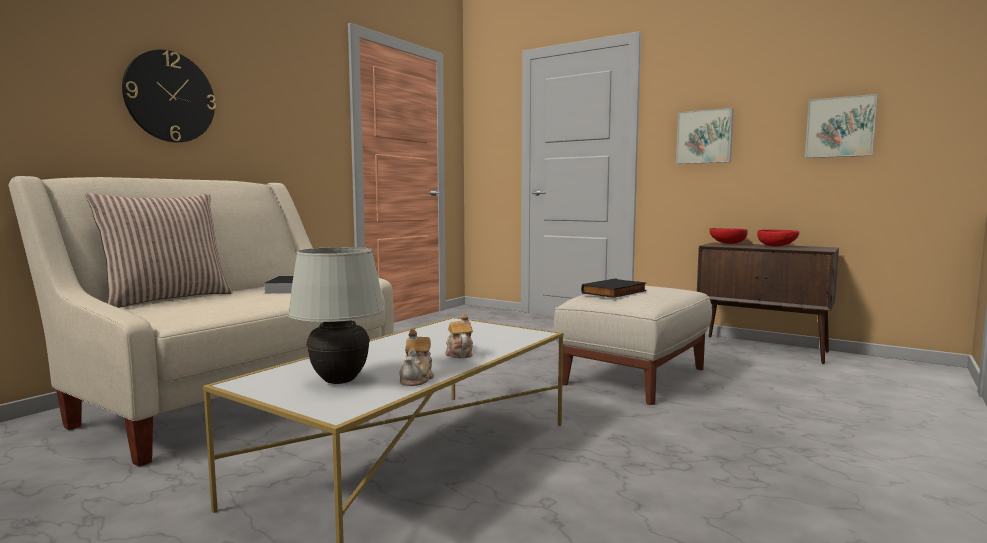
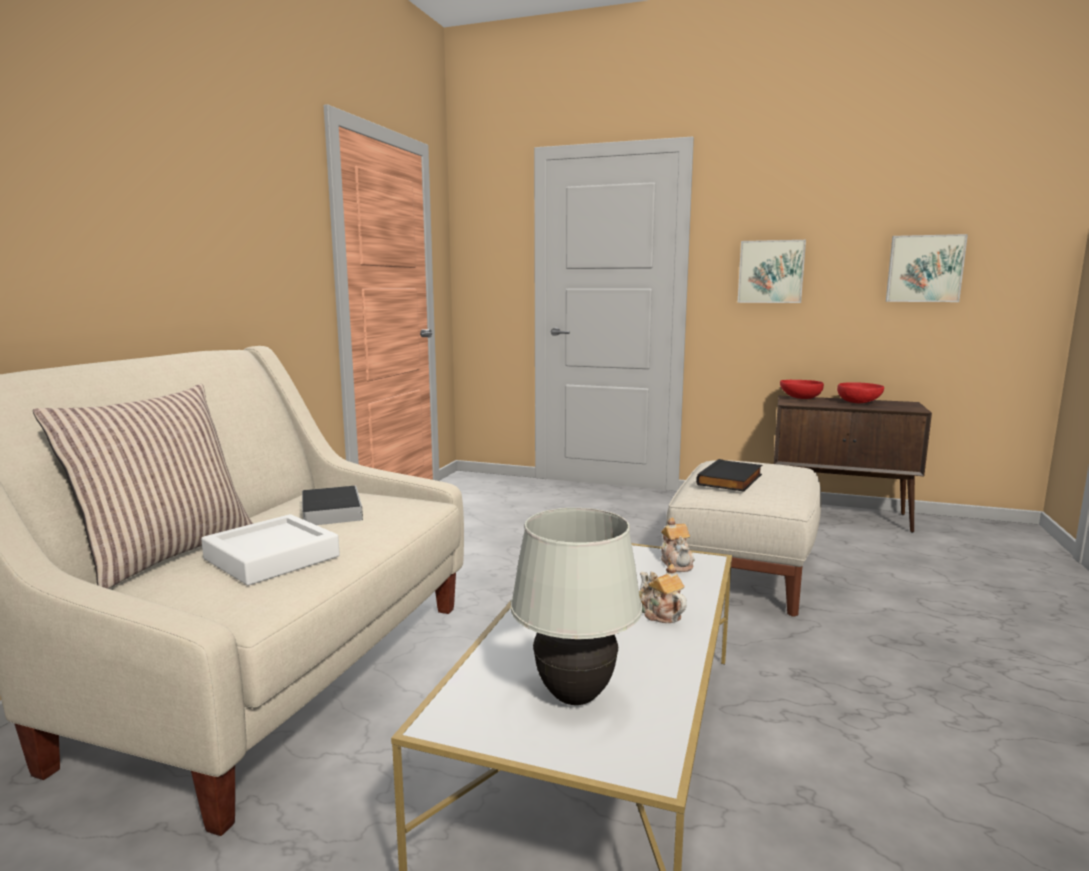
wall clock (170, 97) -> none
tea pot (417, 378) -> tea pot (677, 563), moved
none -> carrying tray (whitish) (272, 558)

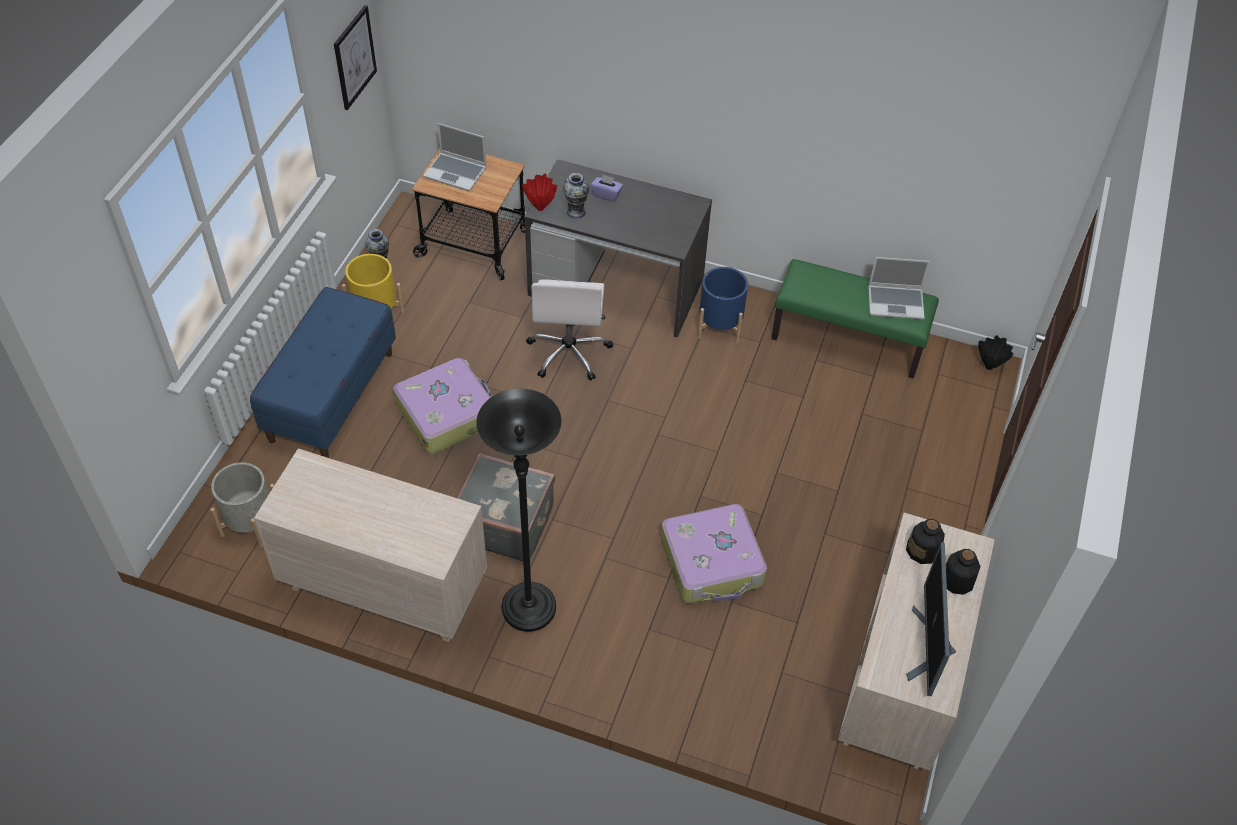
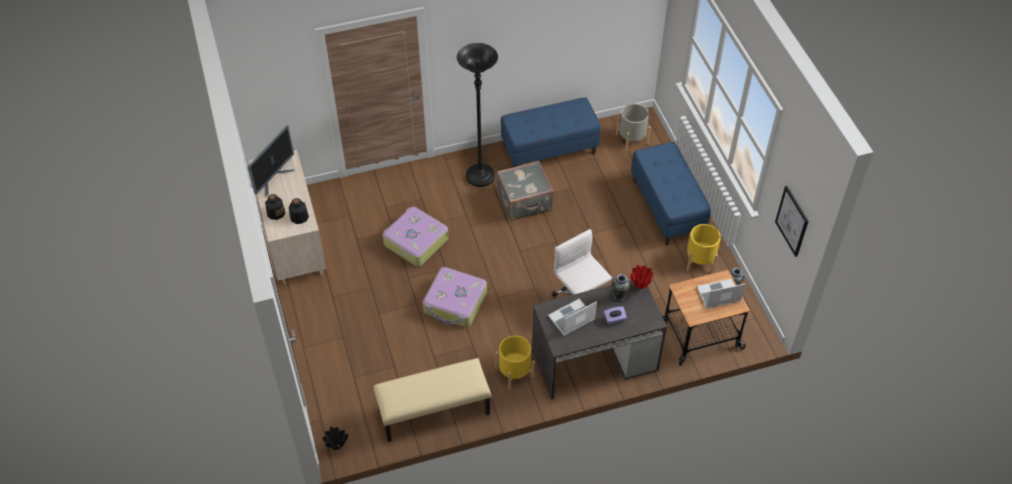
laptop (896, 302) -> laptop (571, 319), moved
long seat (green-coloured) (848, 339) -> long seat (beige) (433, 412)
plant pot (bluish) (719, 325) -> plant pot (yellowish) (514, 372)
piece of luggage (447, 413) -> piece of luggage (455, 303), moved
drawer chest (beige) (383, 586) -> long seat (bluish) (549, 149)
monitor (928, 648) -> monitor (274, 179), 60 degrees clockwise

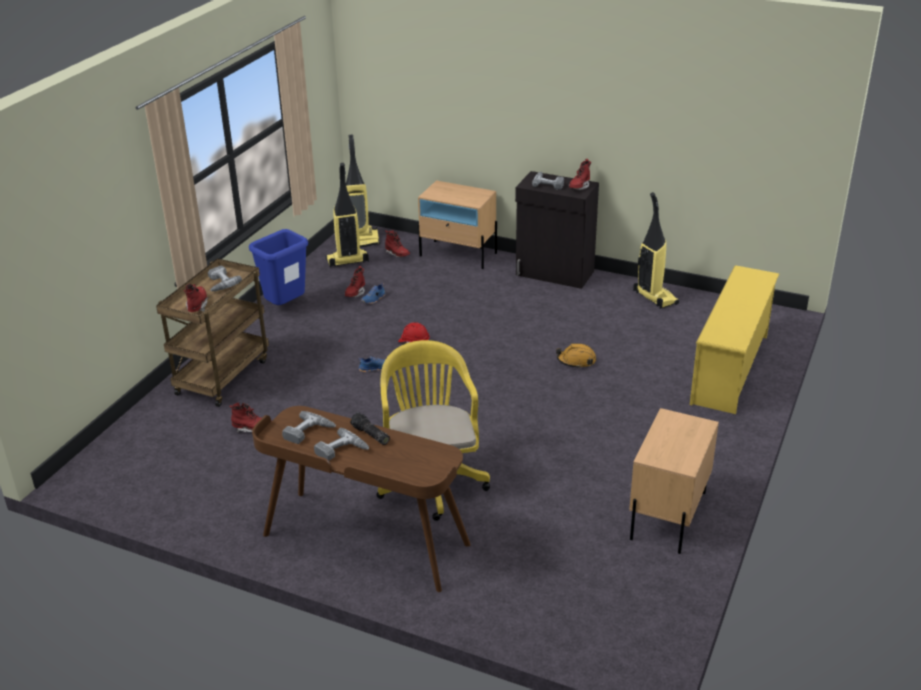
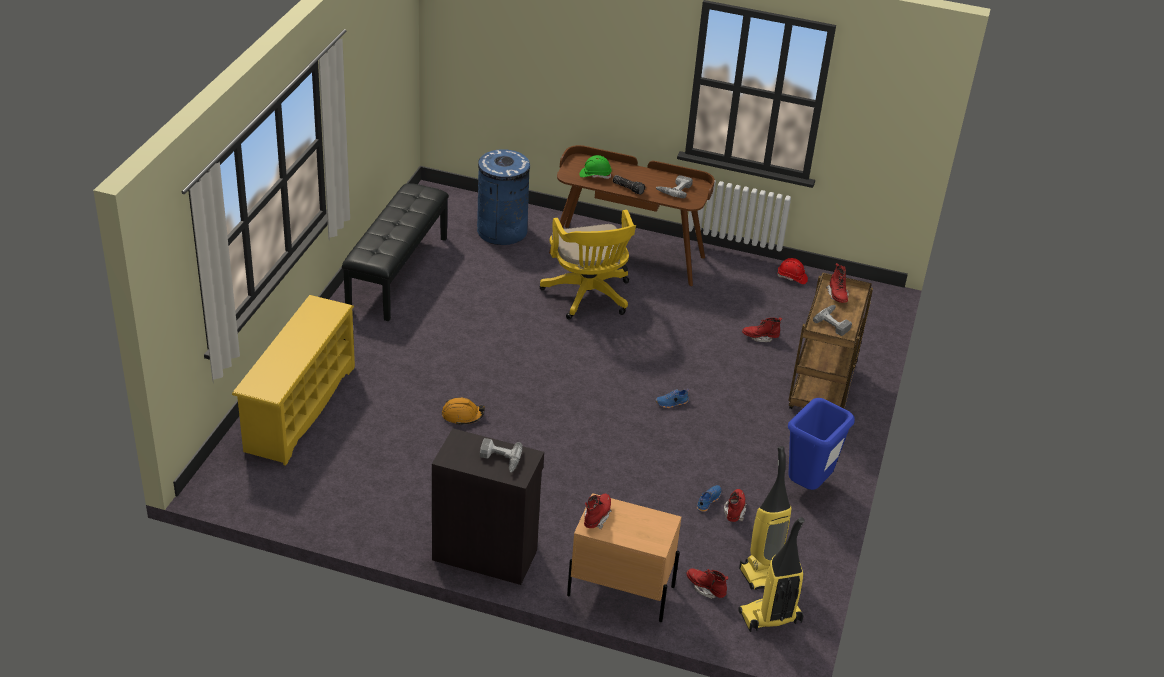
tall boot (reddish) (579, 186) -> tall boot (reddish) (597, 517), moved
vacuum (654, 298) -> none
work helmet (reddish) (414, 342) -> work helmet (reddish) (792, 278), moved
night table (beige) (668, 515) -> long seat (blackish) (397, 273)
drill (342, 451) -> none
none -> rubbish bin (bluish) (502, 231)
none -> work helmet (green-coloured) (595, 175)

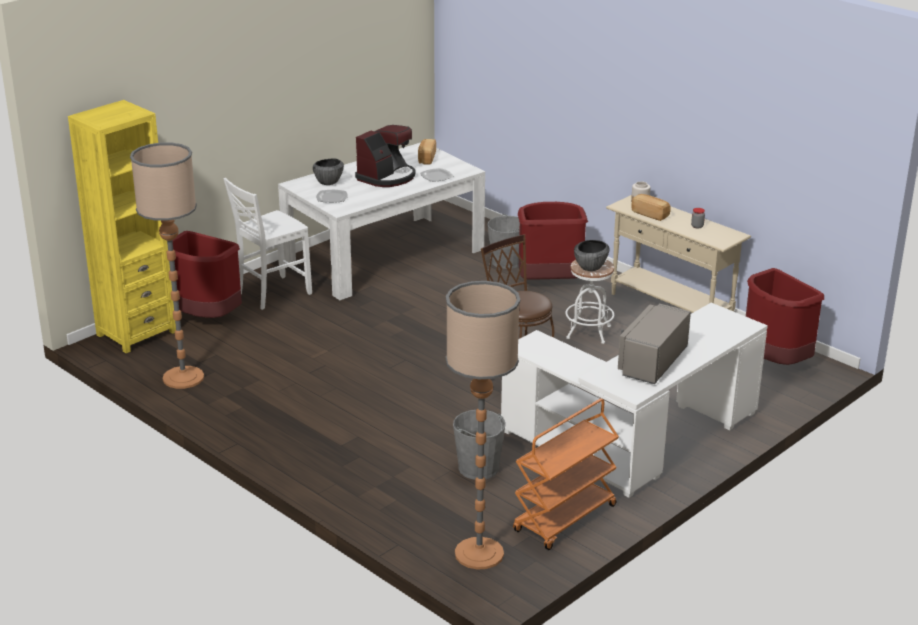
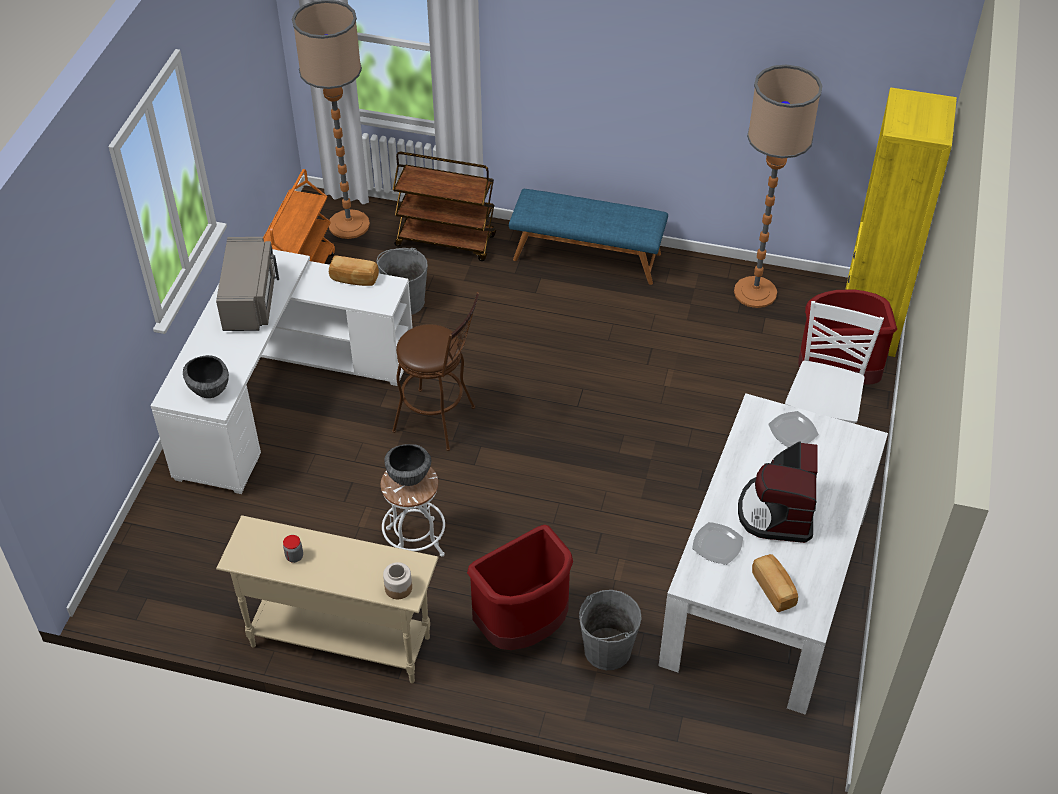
bowl (328, 182) -> bowl (210, 390), moved
bread (650, 214) -> bread (354, 279), moved
rubbish bin (reddish) (774, 361) -> none
none -> cart (brownish) (446, 241)
none -> long seat (bluish) (587, 256)

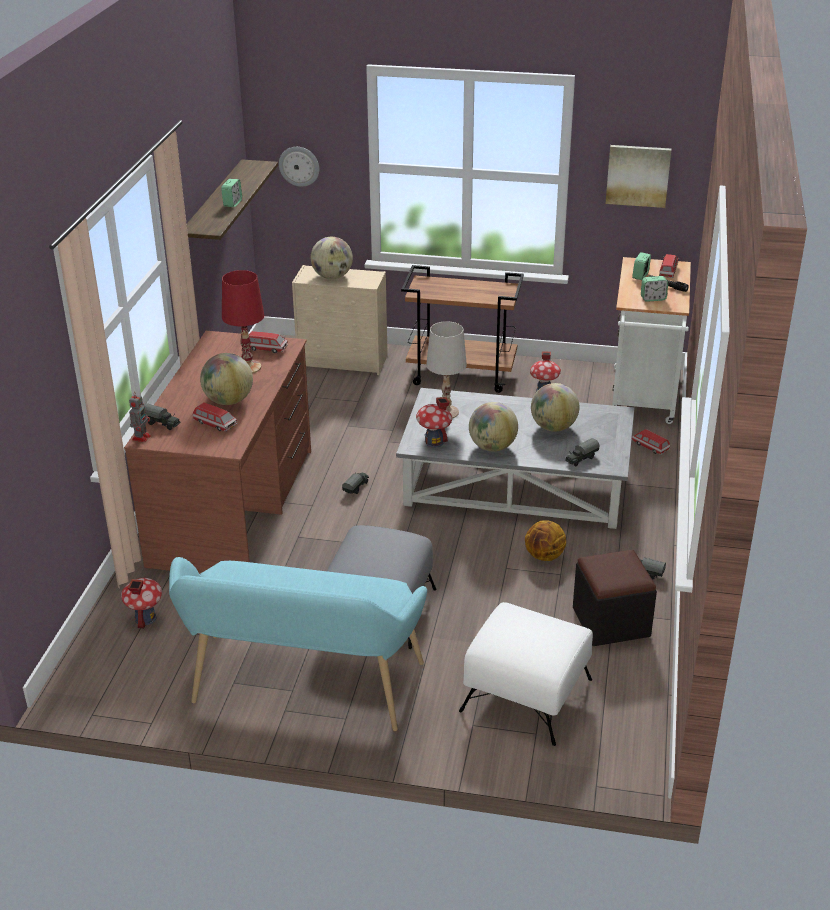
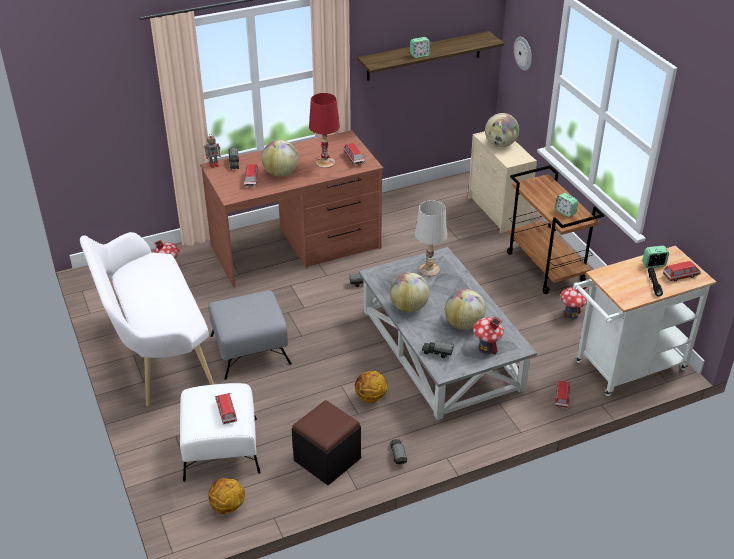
wall art (638, 175) -> none
bedside clock (653, 298) -> bedside clock (565, 212), moved
miniature house (434, 442) -> miniature house (486, 348), moved
long seat (turquoise-coloured) (302, 689) -> long seat (whitish) (155, 353)
none -> toy car (226, 412)
none -> basketball ball (227, 507)

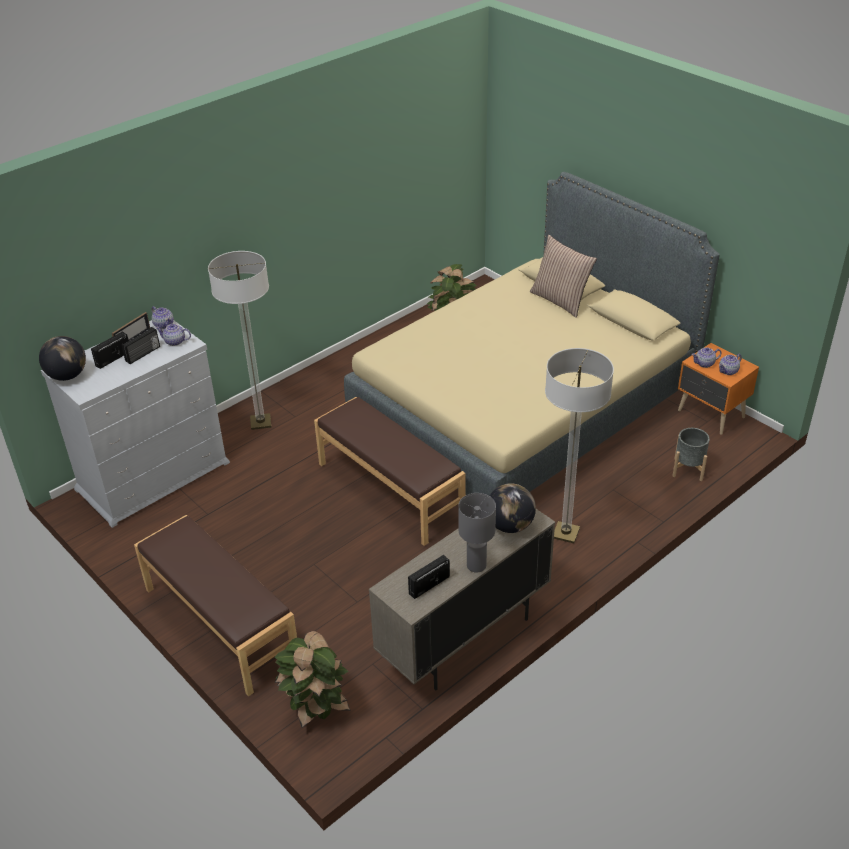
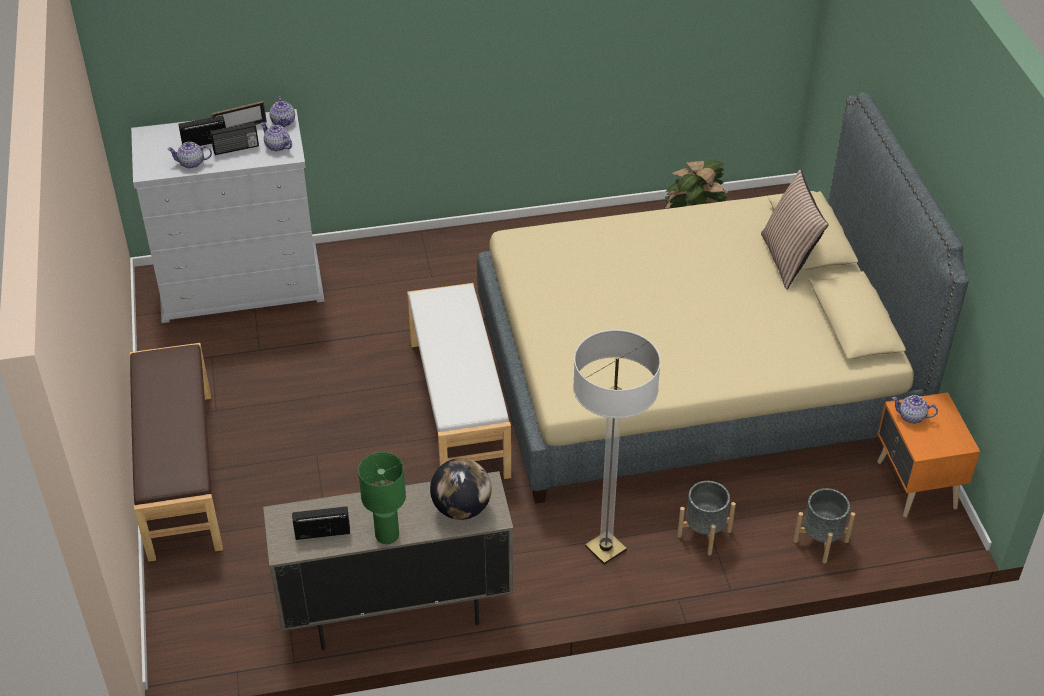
floor lamp (260, 422) -> none
desk globe (67, 376) -> none
tea pot (728, 371) -> tea pot (192, 163), moved
long seat (brownish) (390, 490) -> long seat (whitish) (460, 408)
lamp for a table (gray) (476, 565) -> lamp for a table (green-coloured) (387, 534)
potted plant (316, 709) -> none
none -> plant pot (gray) (704, 533)

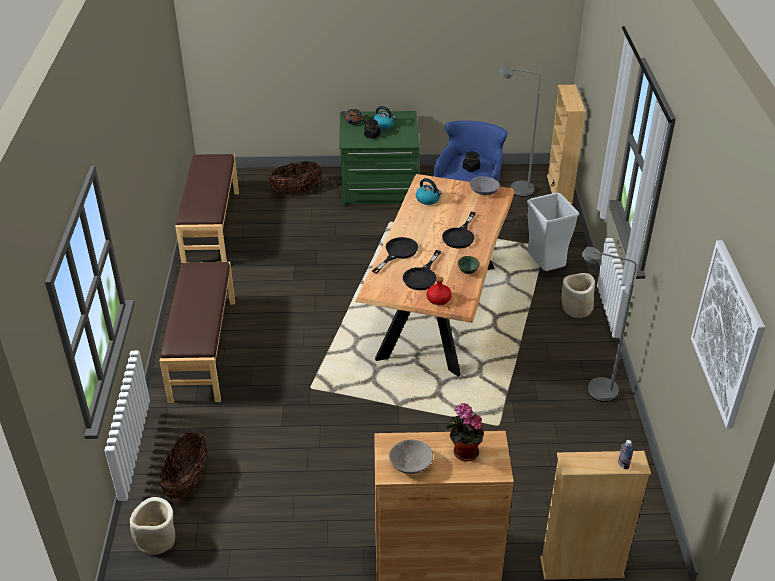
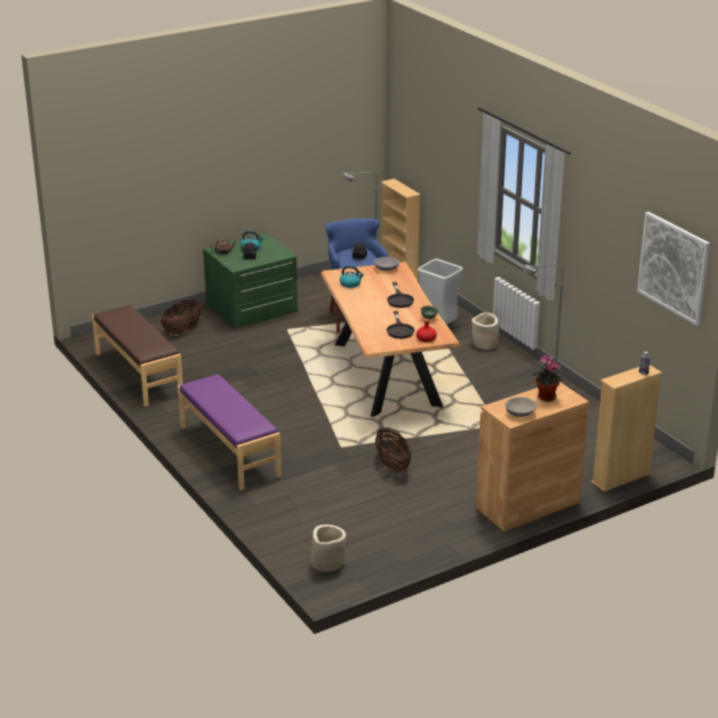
frying pan (blackish) (397, 253) -> none
long seat (brownish) (202, 349) -> long seat (purple-coloured) (228, 451)
household basket (187, 481) -> household basket (392, 465), moved

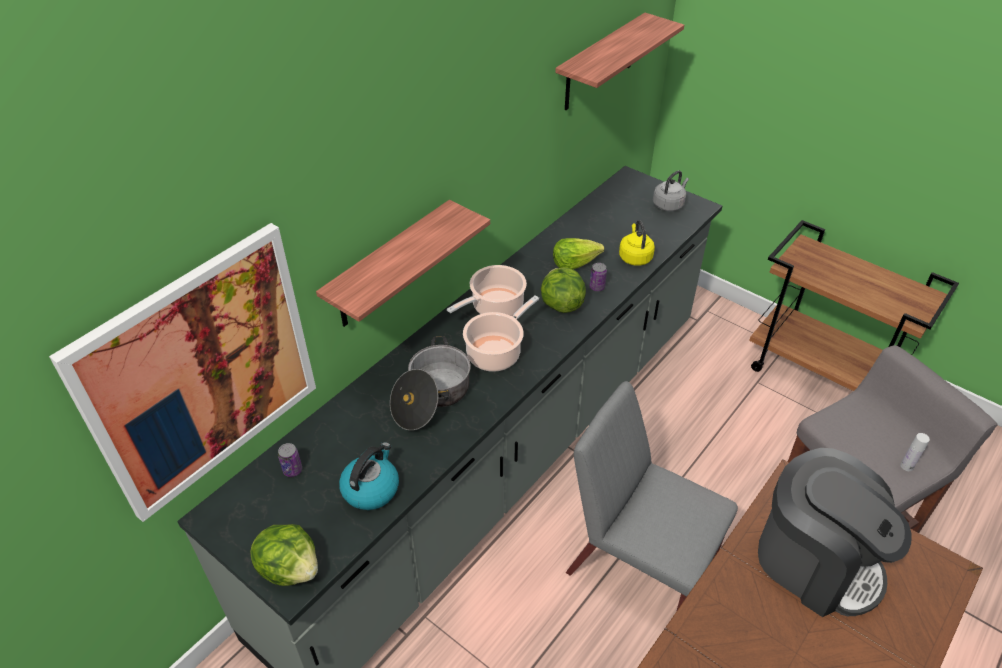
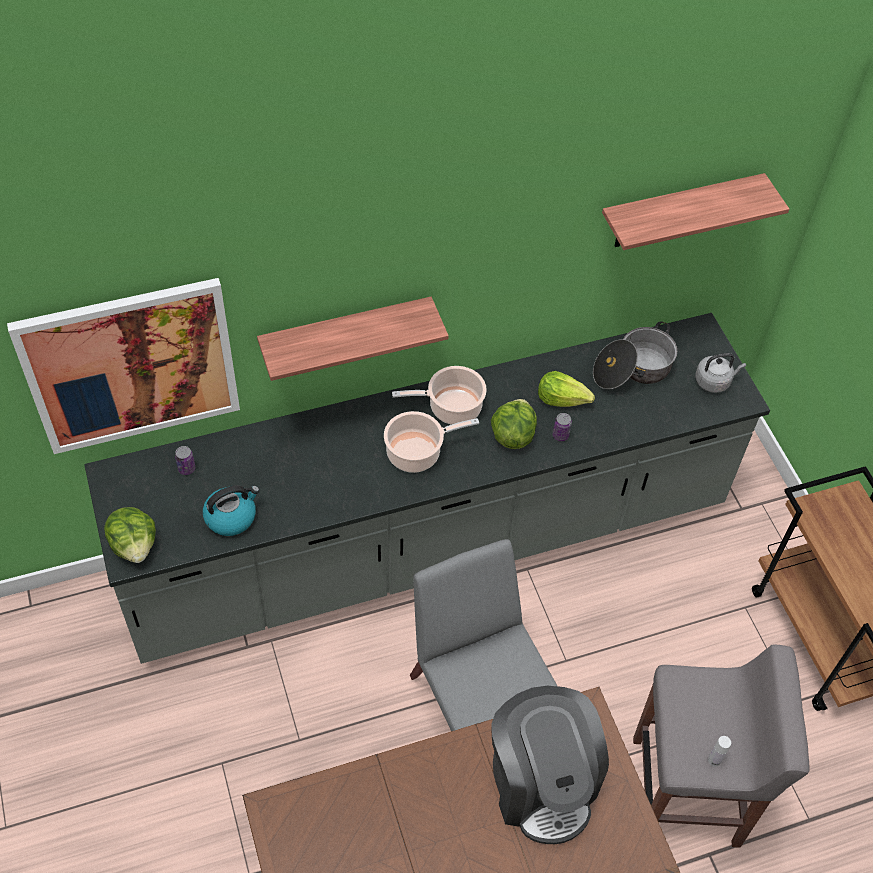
kettle (yellowish) (635, 257) -> none
stockpot (431, 397) -> stockpot (632, 370), moved

